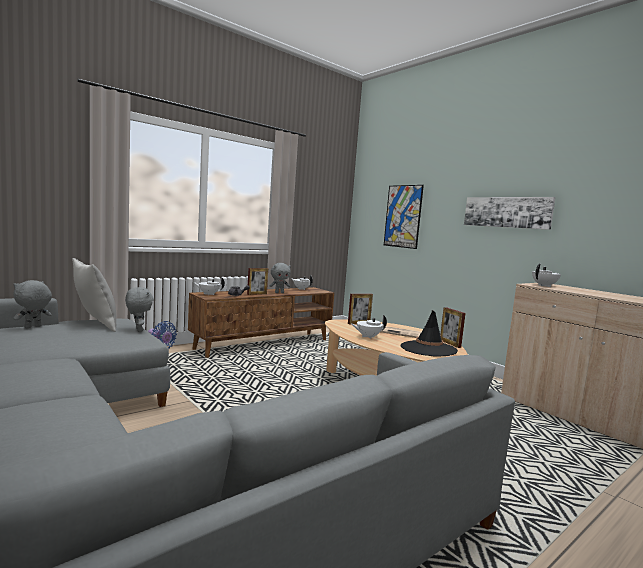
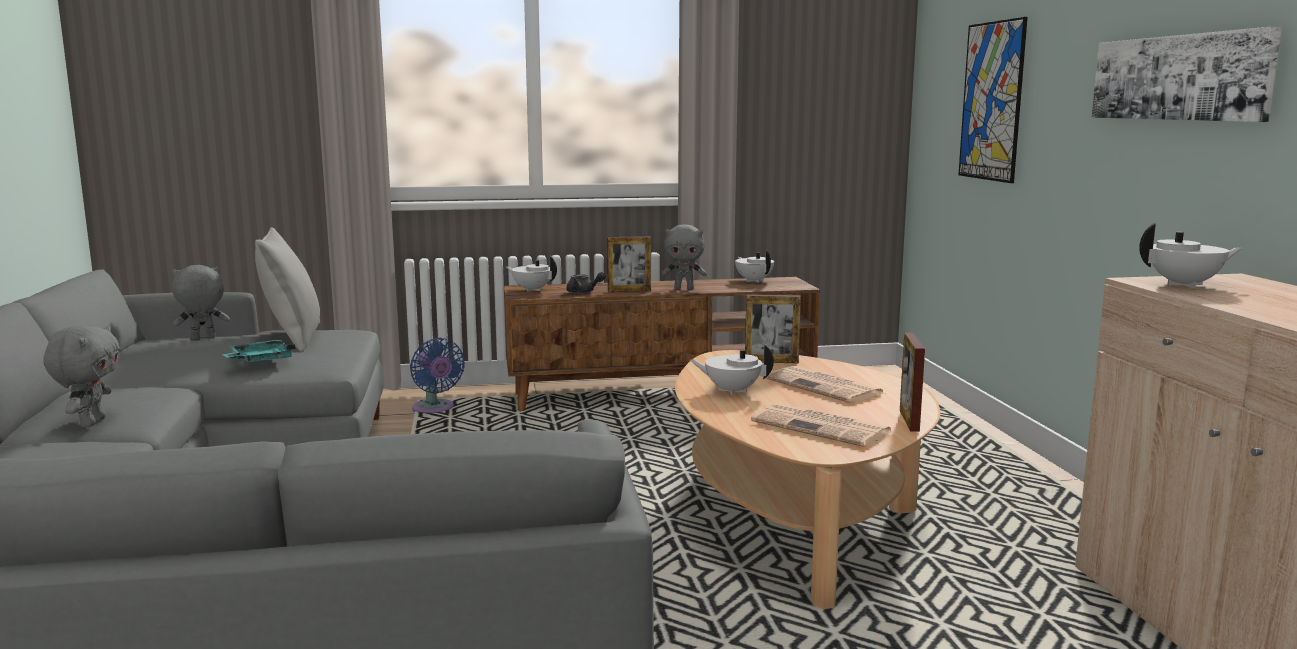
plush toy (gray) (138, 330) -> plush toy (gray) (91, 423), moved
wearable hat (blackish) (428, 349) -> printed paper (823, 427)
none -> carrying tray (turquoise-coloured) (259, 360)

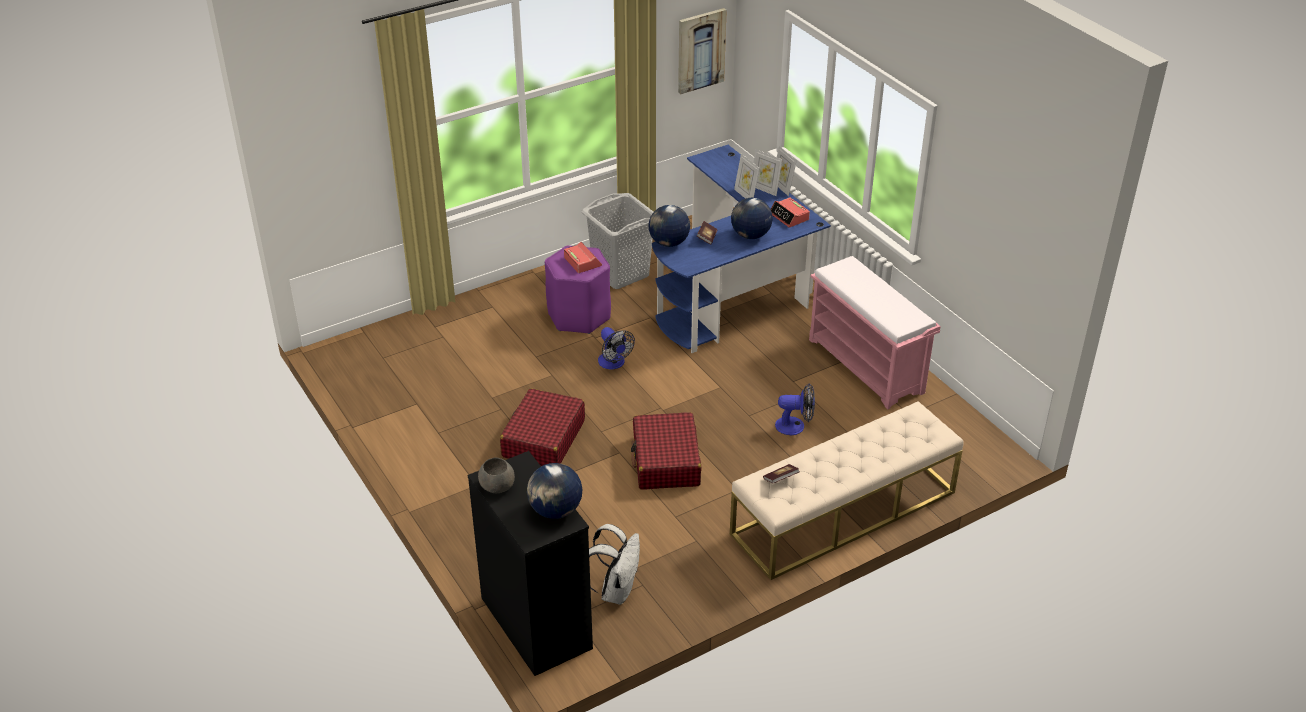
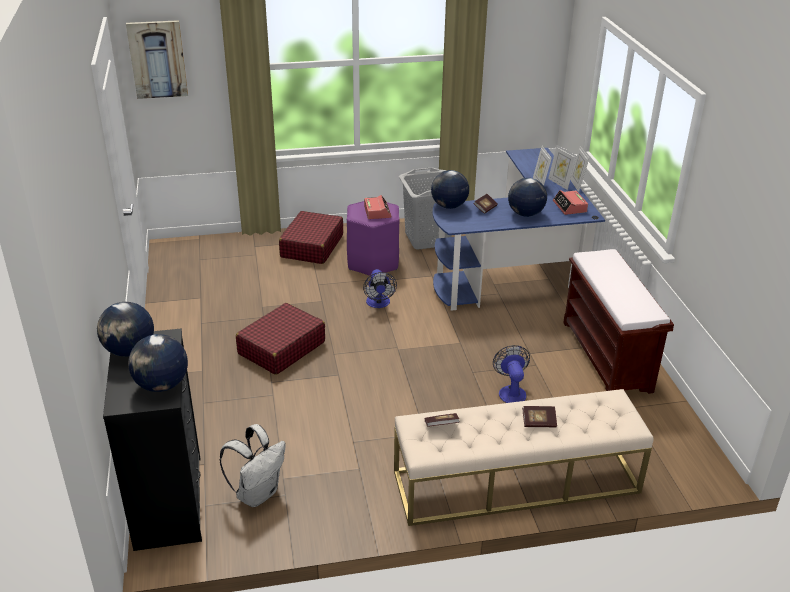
wall art (700, 50) -> wall art (157, 59), moved
long seat (pink-coloured) (867, 366) -> long seat (brownish) (607, 356)
fan (795, 426) -> fan (511, 391), 120 degrees counterclockwise
piece of luggage (reddish) (666, 461) -> piece of luggage (reddish) (311, 246), moved
bowl (gray) (497, 486) -> desk globe (129, 351)
none -> book (538, 422)

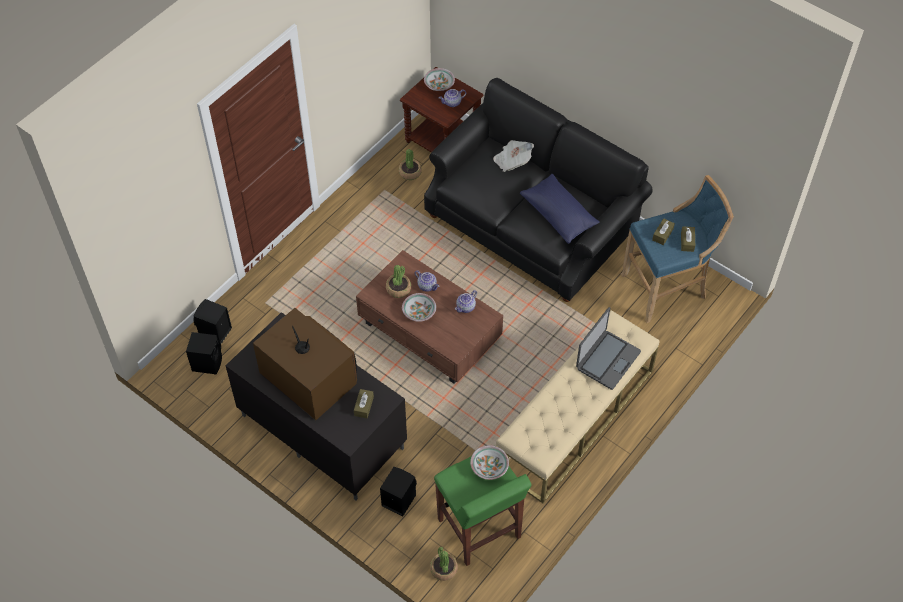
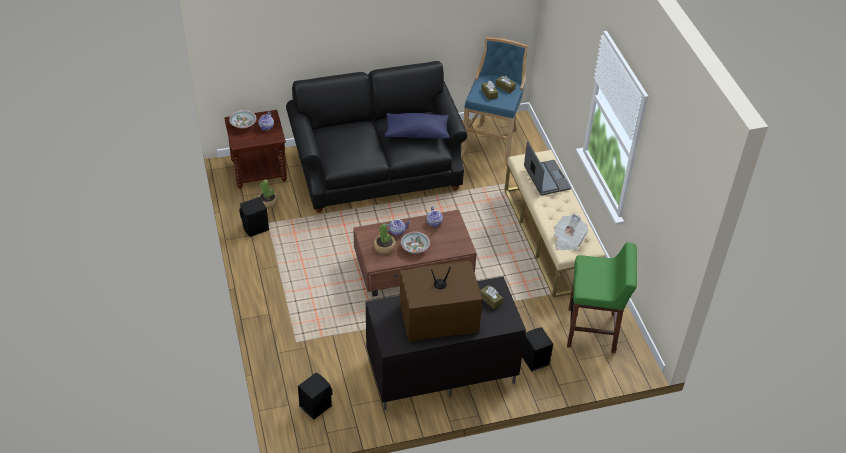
printed paper (512, 161) -> printed paper (568, 240), moved
loudspeaker (blackish) (214, 333) -> loudspeaker (blackish) (255, 228), moved
bowl (489, 467) -> none
potted plant (443, 569) -> none

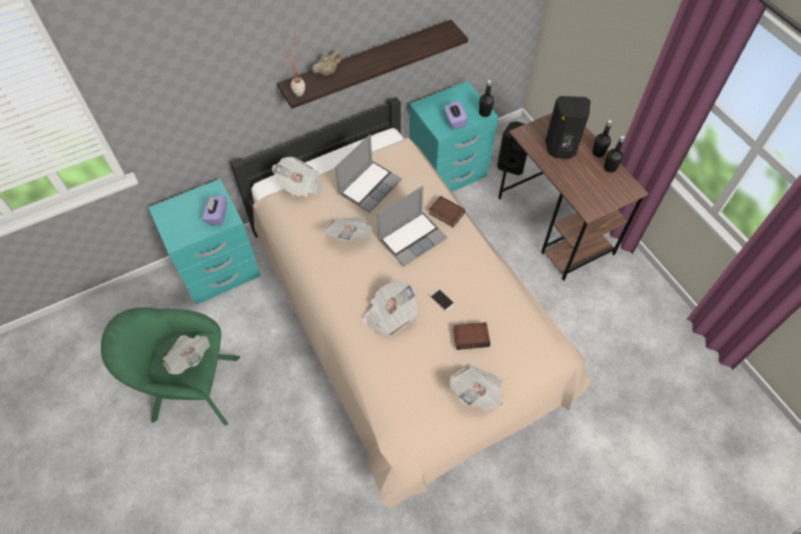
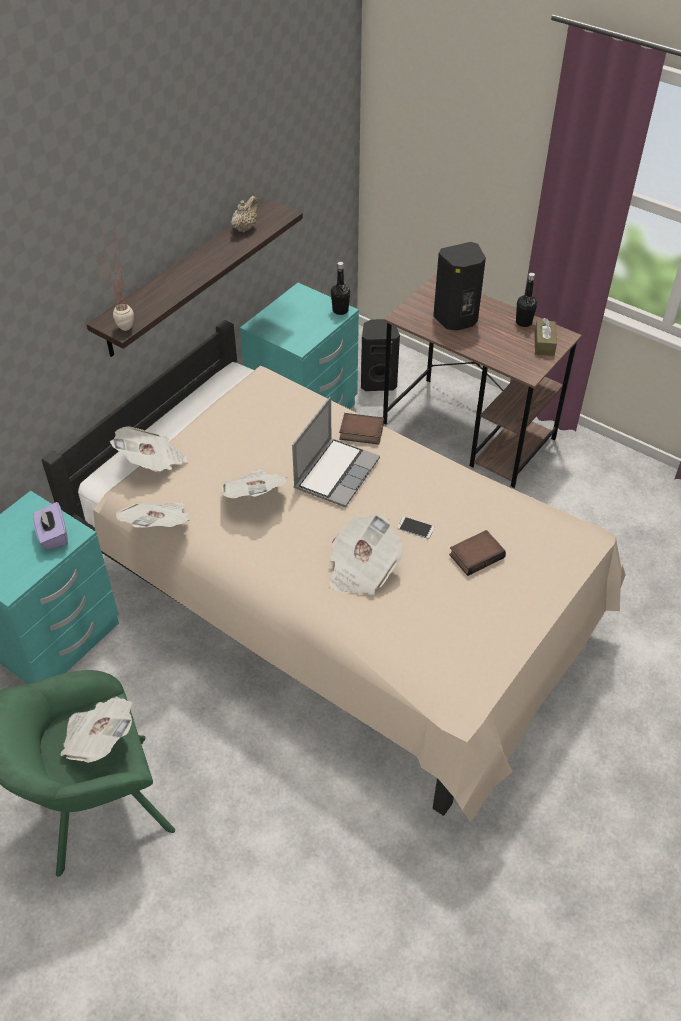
tea pot (beige) (328, 72) -> tea pot (beige) (245, 228), moved
tissue holder (purple-coloured) (454, 121) -> none
beverage bottle (blackish) (598, 152) -> none
laptop (369, 186) -> none
printed paper (478, 392) -> printed paper (158, 526), moved
none -> tissue holder (brownish) (544, 344)

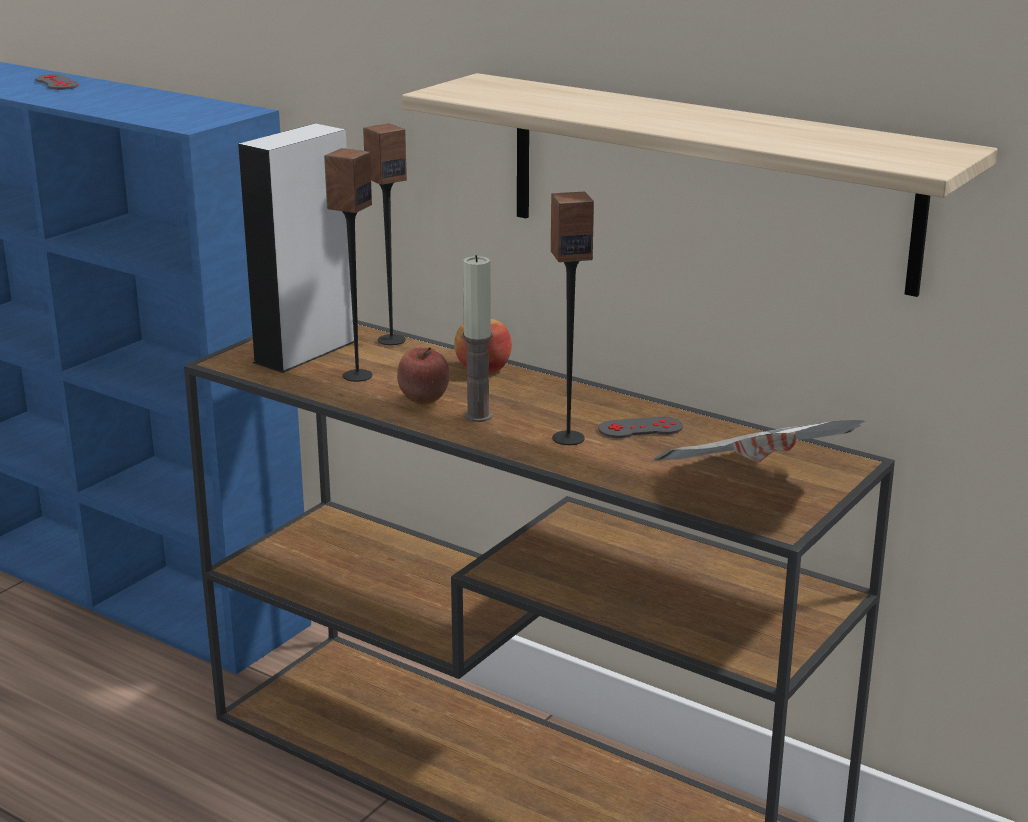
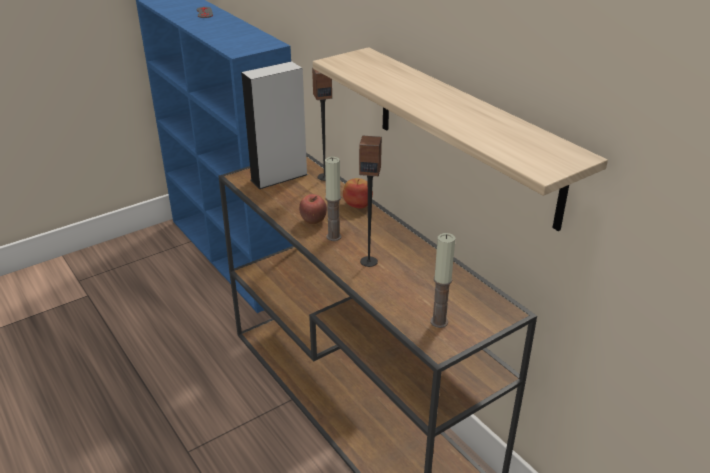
loudspeaker (357, 376) -> none
gamepad (gray) (640, 428) -> none
printed paper (750, 493) -> wax light (439, 322)

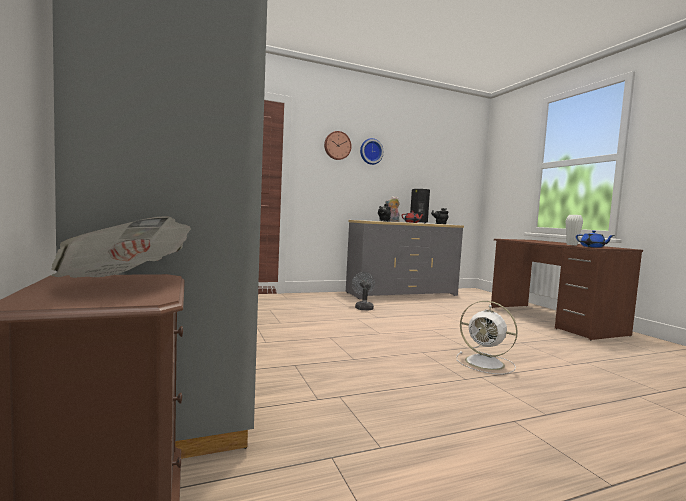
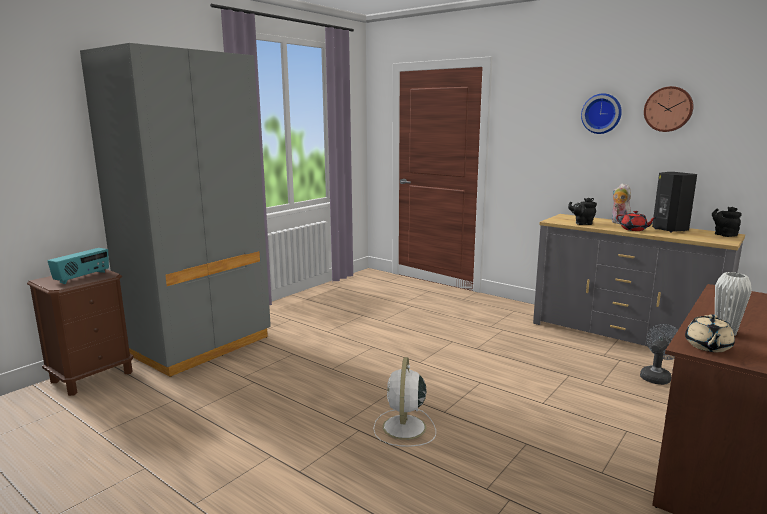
wall clock (337, 145) -> wall clock (668, 109), moved
printed paper (123, 285) -> radio set (82, 277)
tea pot (bluish) (592, 247) -> tea pot (beige) (707, 347)
fan (gray) (363, 307) -> fan (gray) (657, 376), moved

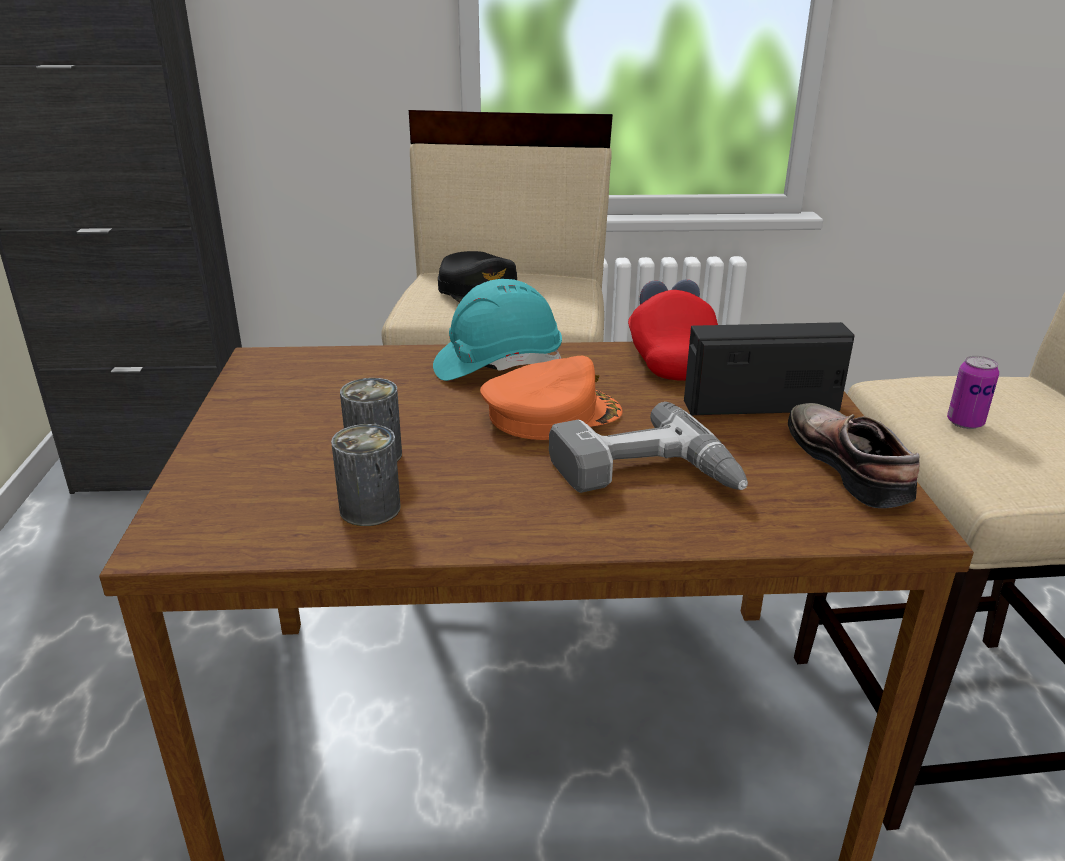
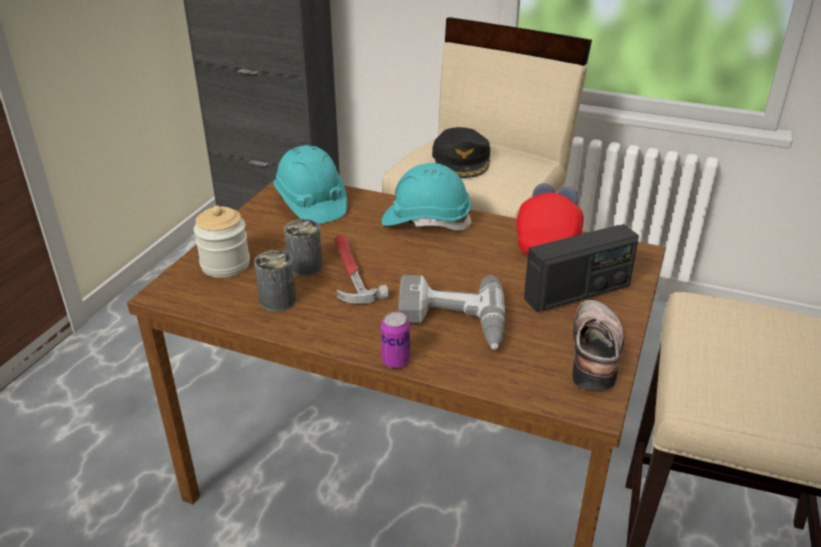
radio set (760, 405) -> radio set (577, 292), 135 degrees clockwise
baseball cap (orange-coloured) (551, 413) -> none
metal can (965, 422) -> metal can (395, 361), moved
none -> work helmet (turquoise-coloured) (311, 204)
none -> storage jar (225, 265)
none -> tool hammer (350, 272)

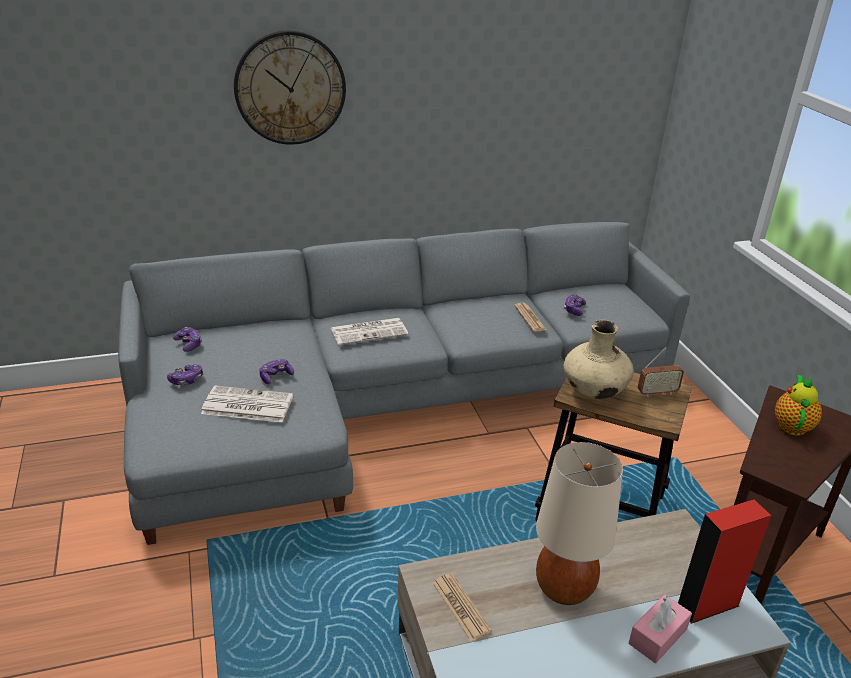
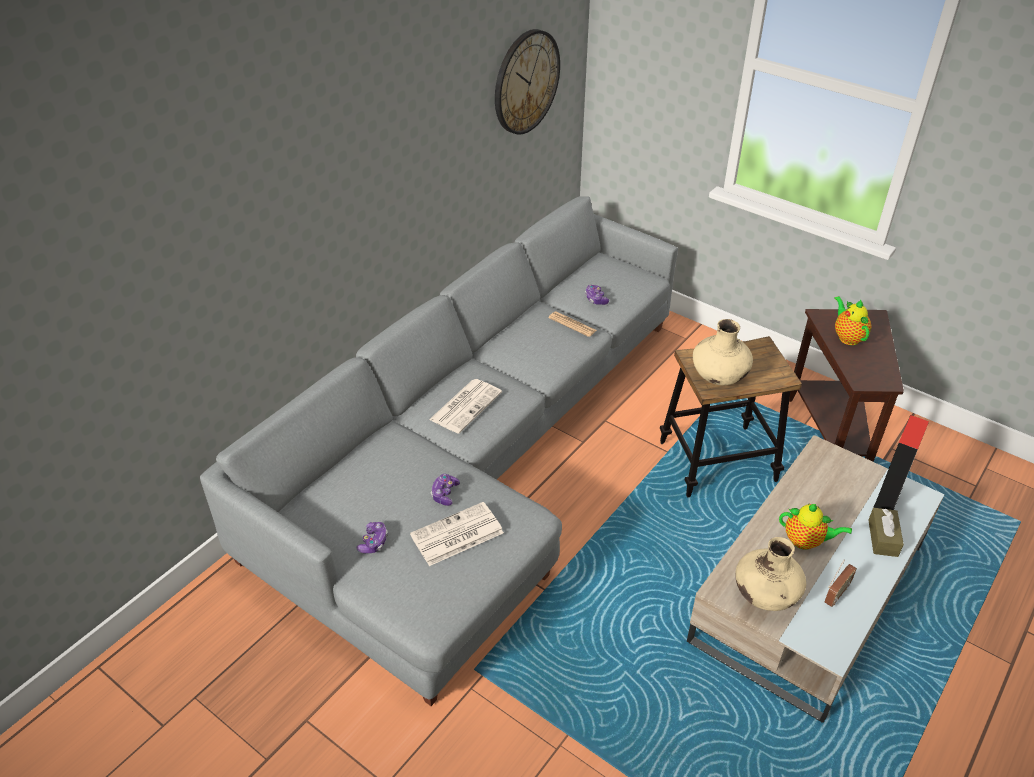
wall clock (290, 88) -> wall clock (526, 82), moved
gamepad (189, 344) -> none
radio set (657, 392) -> radio set (836, 594), moved
lamp for a table (beige) (563, 589) -> tea pot (806, 541)
printed paper (461, 607) -> flower vase (beige) (764, 596)
tissue holder (pink-coloured) (657, 636) -> tissue holder (brownish) (883, 538)

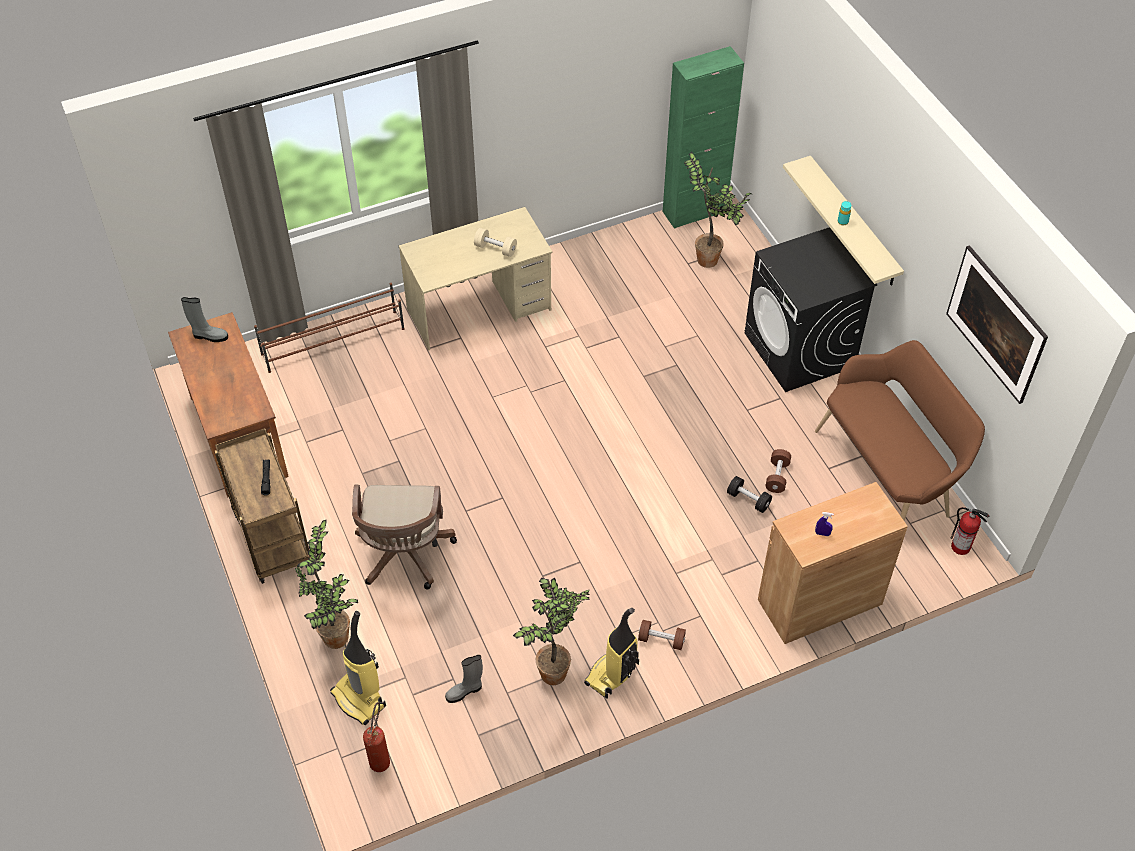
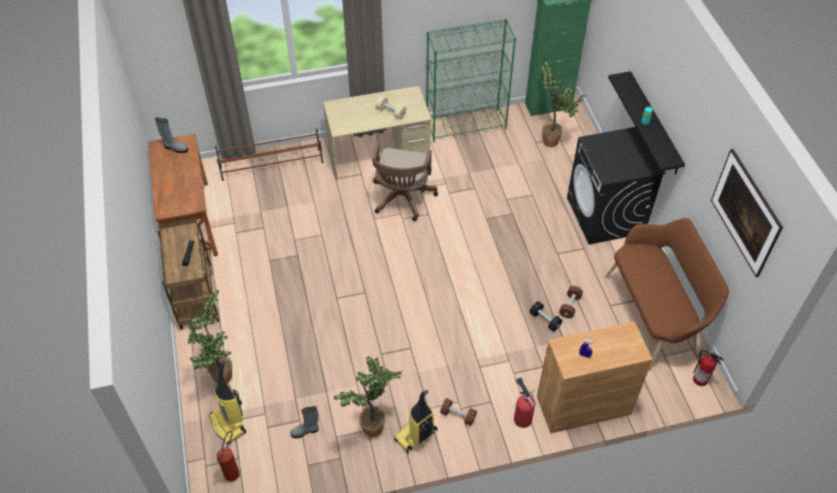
shelf (beige) (853, 222) -> shelf (blackish) (654, 124)
computer chair (brownish) (404, 556) -> computer chair (brownish) (402, 199), moved
none -> bookcase (green-coloured) (466, 125)
none -> fire extinguisher (521, 417)

